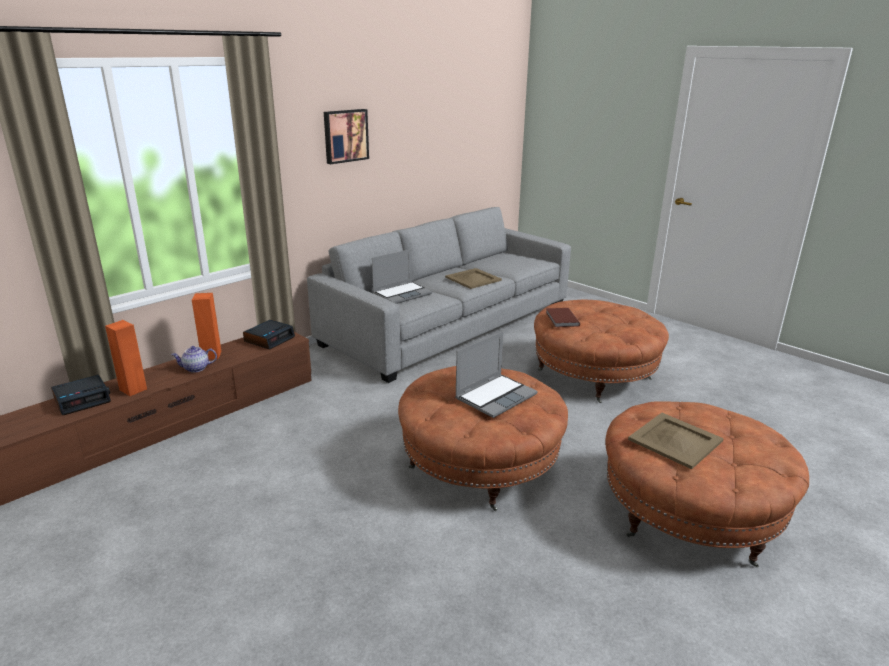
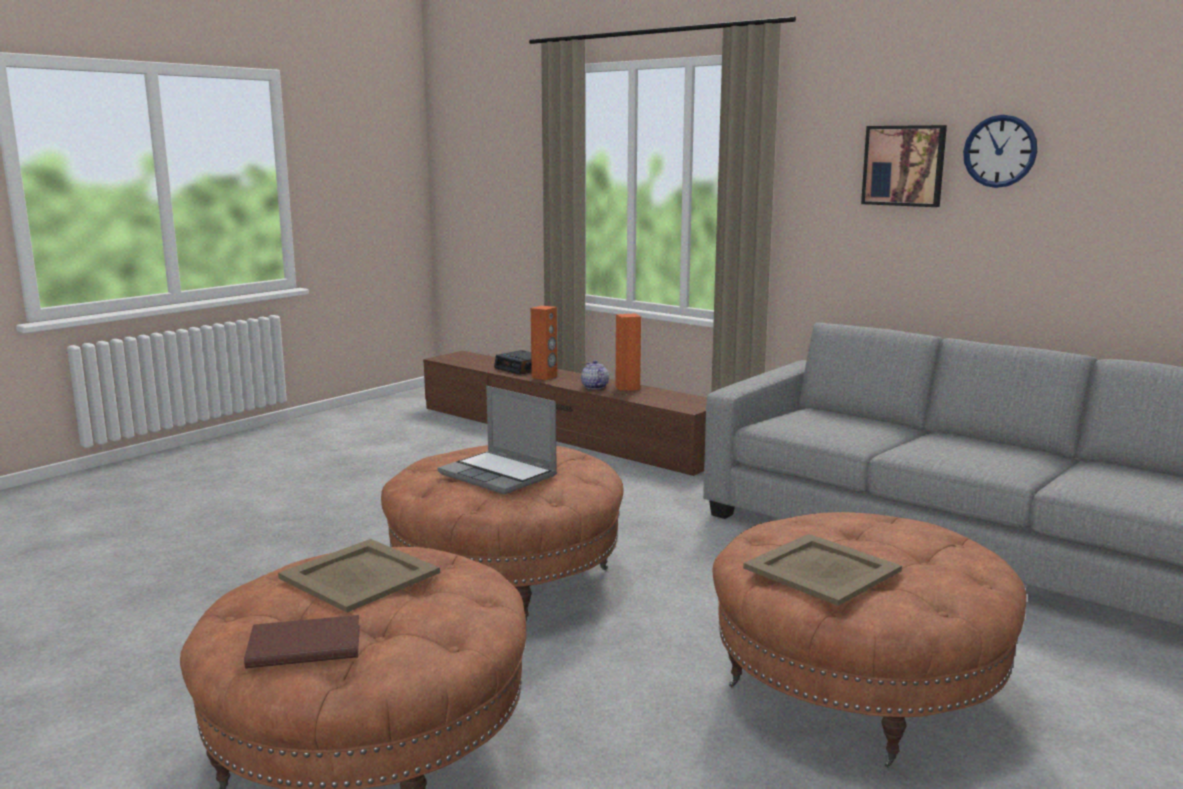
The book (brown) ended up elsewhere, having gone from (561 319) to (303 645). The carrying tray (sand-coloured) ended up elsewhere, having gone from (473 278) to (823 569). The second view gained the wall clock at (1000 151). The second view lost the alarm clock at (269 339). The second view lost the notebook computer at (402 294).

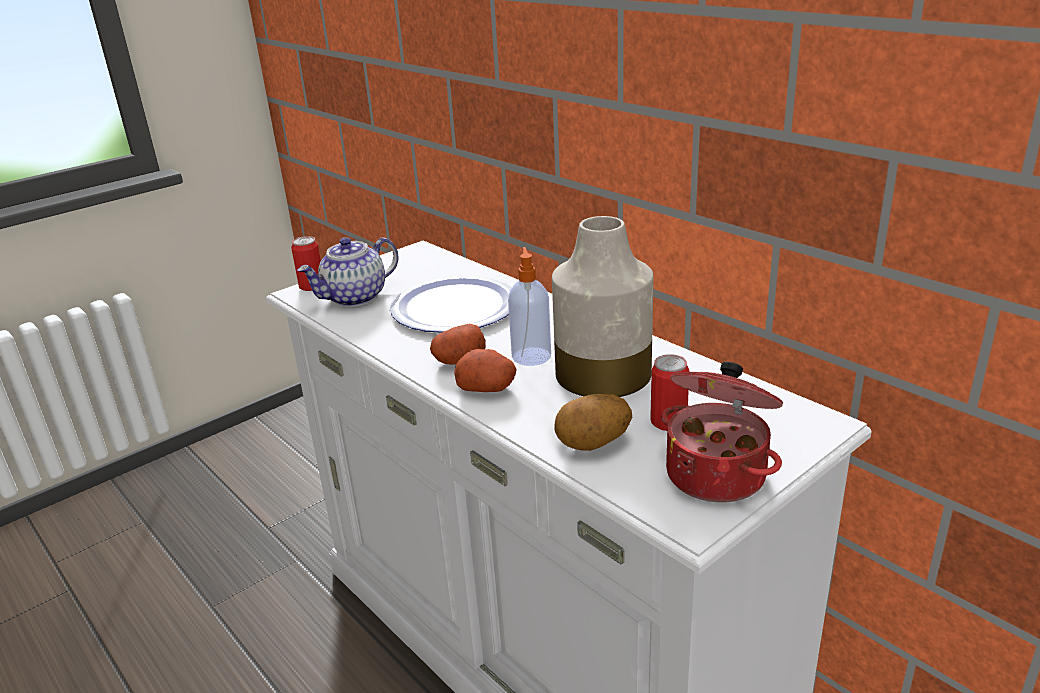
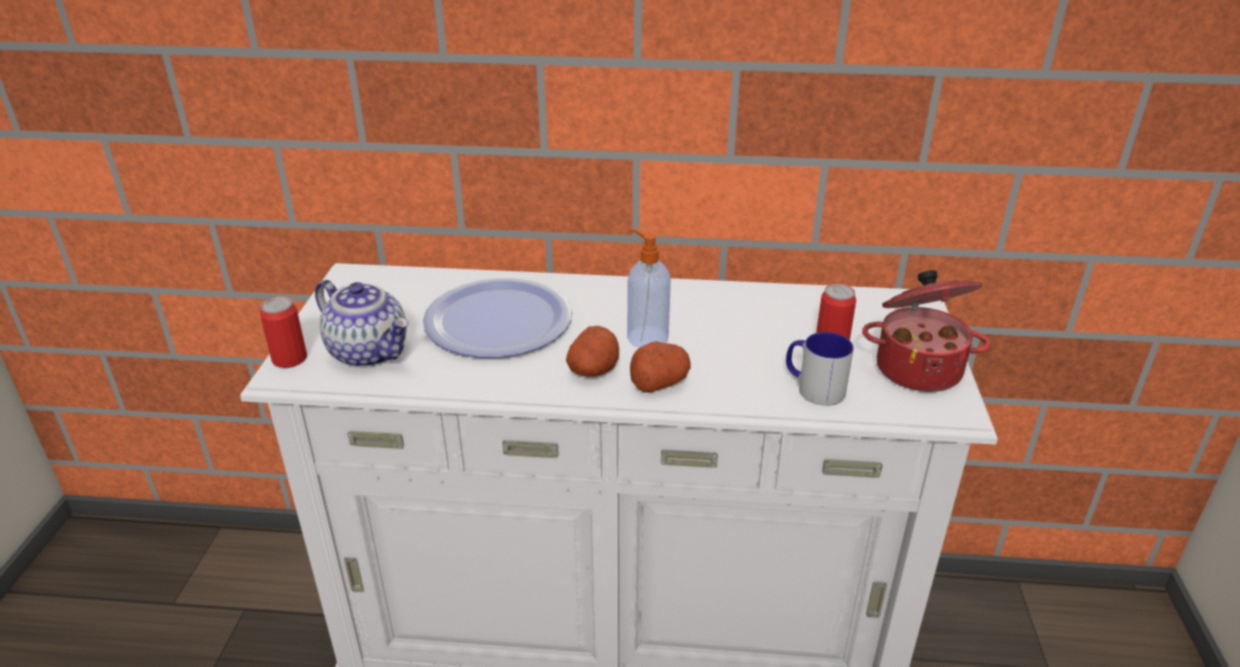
The teapot at (355 298) ended up facing another way, 60 degrees counterclockwise from before. Where the spud stood at (593 444), the tea mug came to stand at (813 388). The second view lost the vase (sand-coloured) at (604 372).

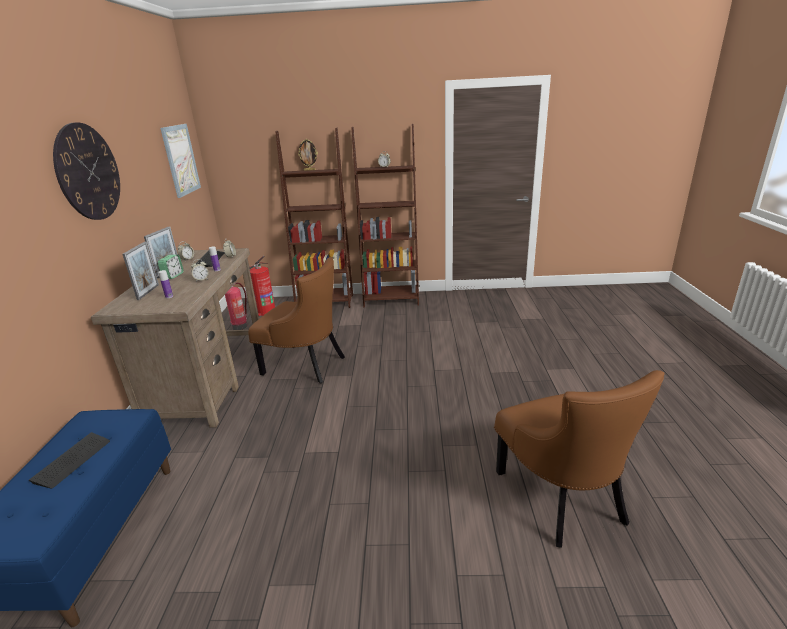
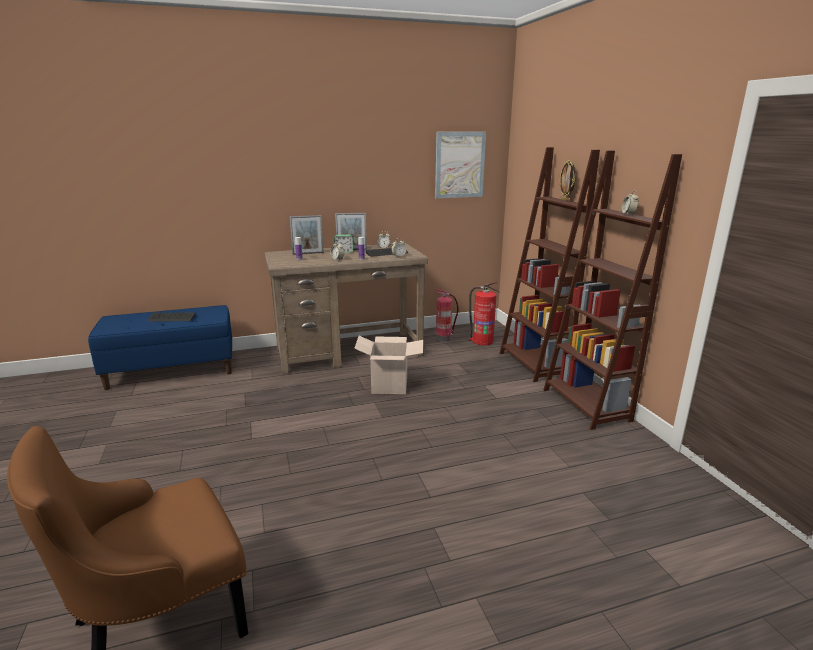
Where the chair (brown) stood at (303 365), the cardboard box came to stand at (389 386). The second view lost the wall clock at (88 172).

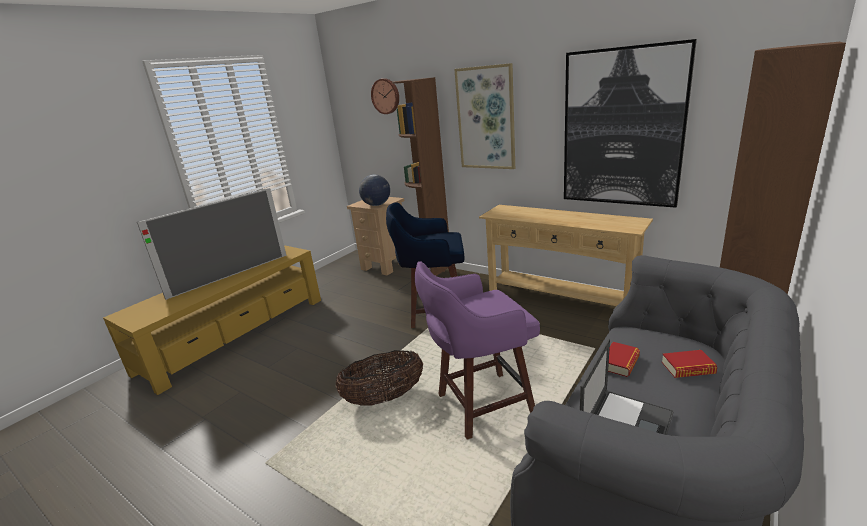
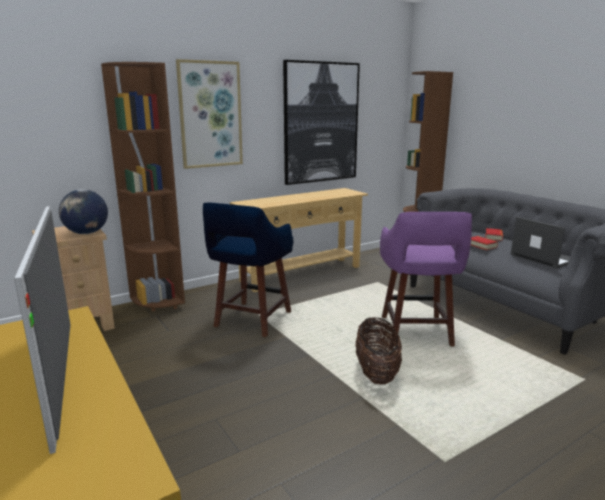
The second view lost the wall clock at (386 96).

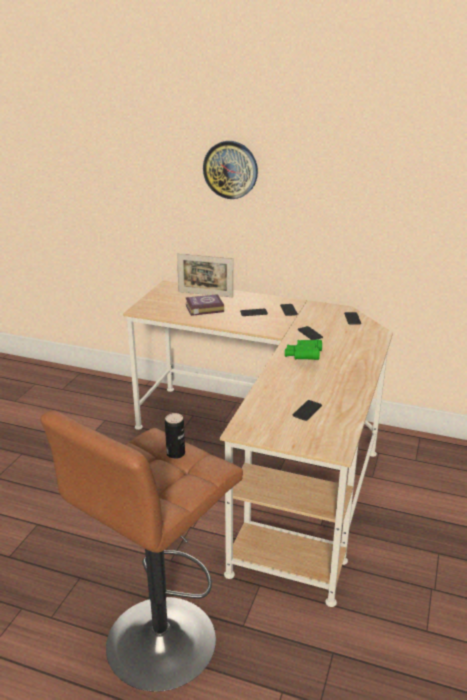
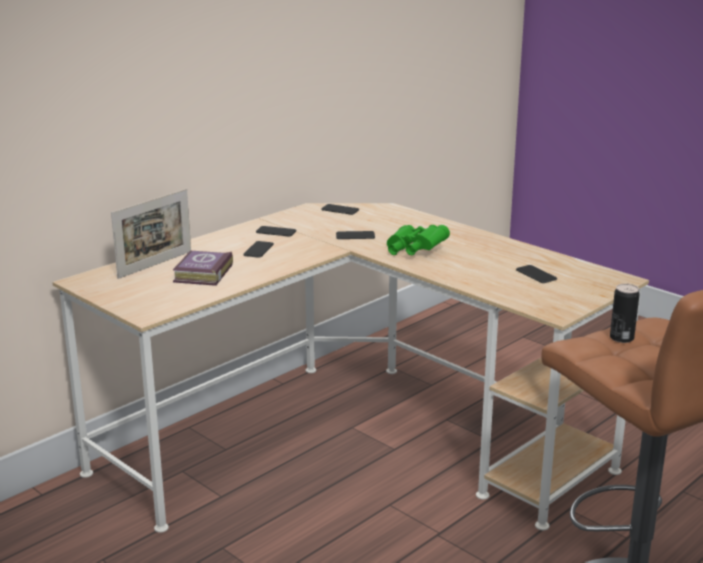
The second view lost the wall clock at (230 169).

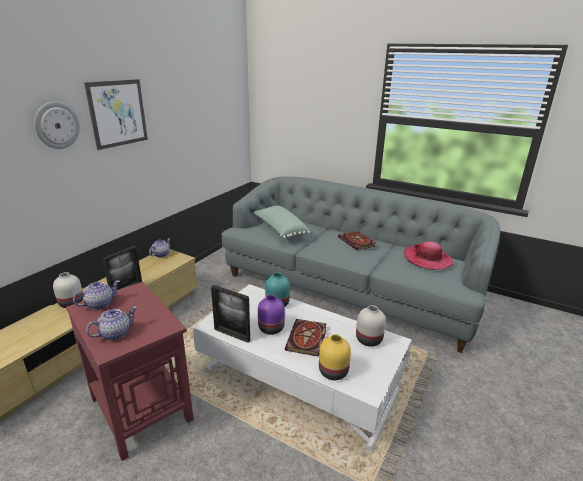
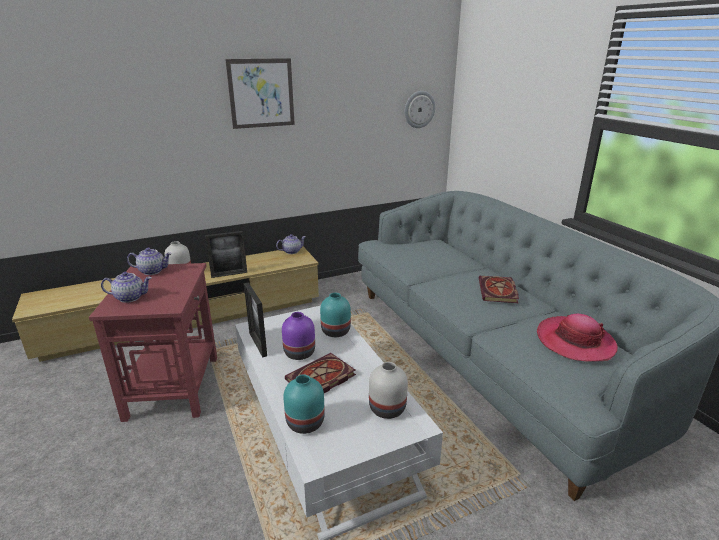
What was the vase (yellow-coloured) at (332 371) turned into the vase (turquoise) at (305 422). The wall clock ended up elsewhere, having gone from (57 125) to (419 109). The second view lost the throw pillow (greenish) at (280 230).

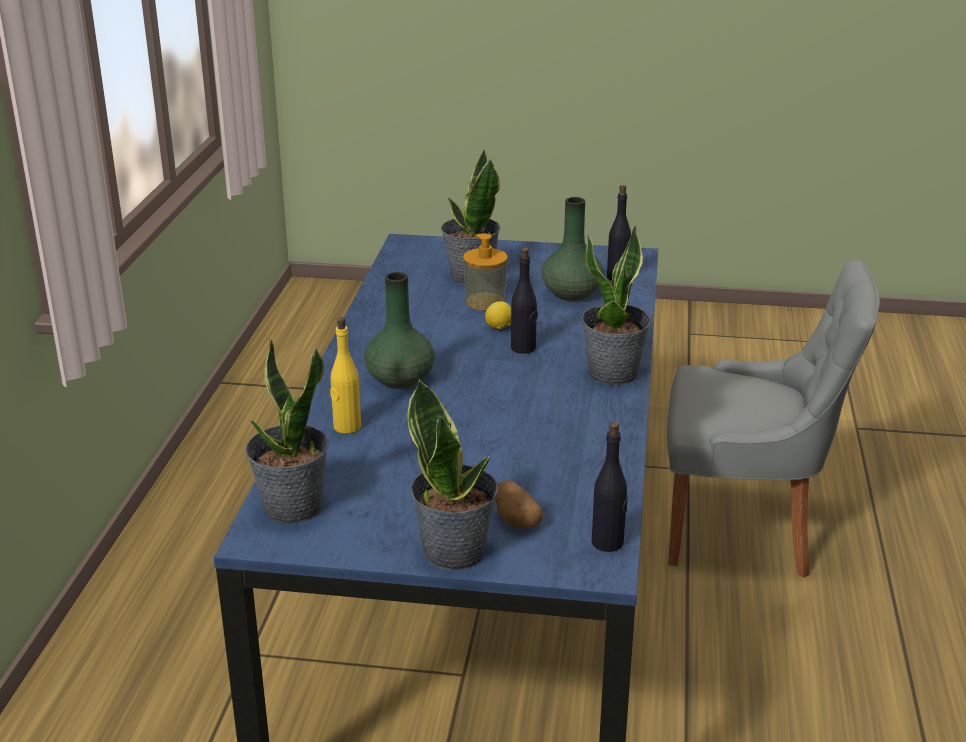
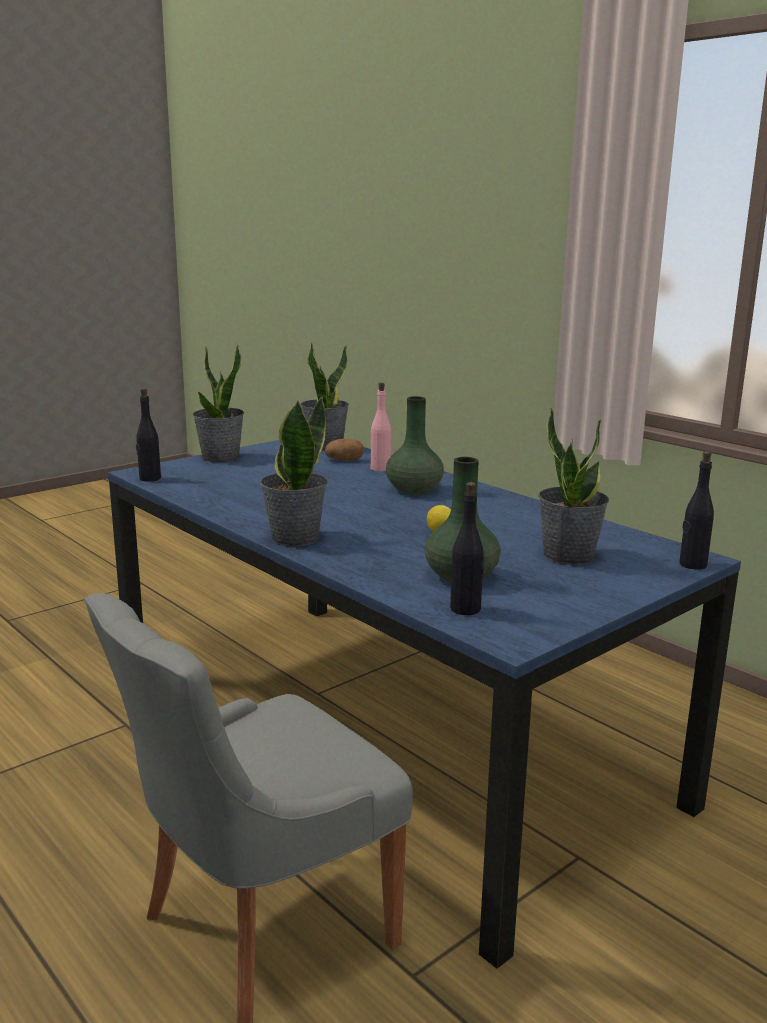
The spud ended up elsewhere, having gone from (515 519) to (344 460). What was the beverage bottle (yellow-coloured) at (346 427) turned into the beverage bottle (pink) at (380 468). The beverage bottle (black) ended up elsewhere, having gone from (523 348) to (692 564). The second view lost the liquid soap bottle at (485 301).

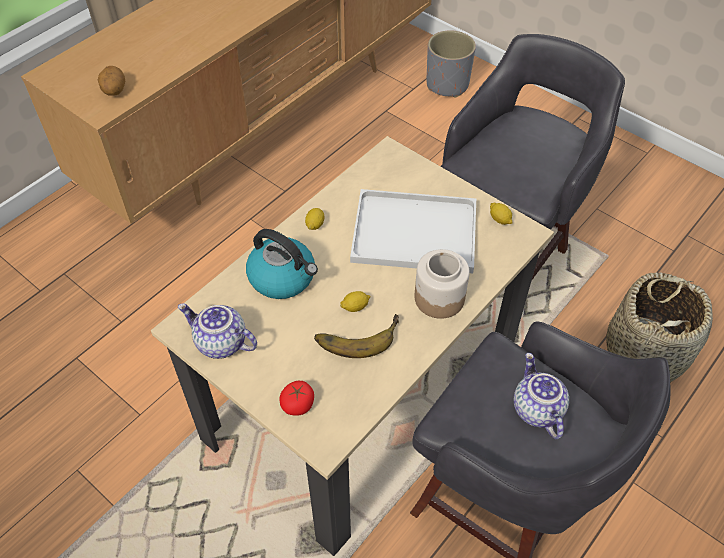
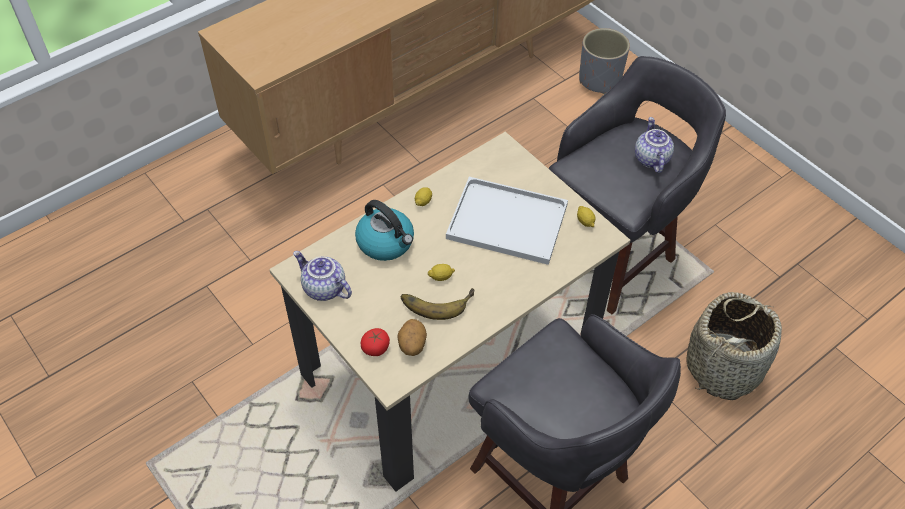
The spud ended up elsewhere, having gone from (114 91) to (412 345). The teapot ended up elsewhere, having gone from (535 409) to (650 158). The second view lost the preserve jar at (439 297).

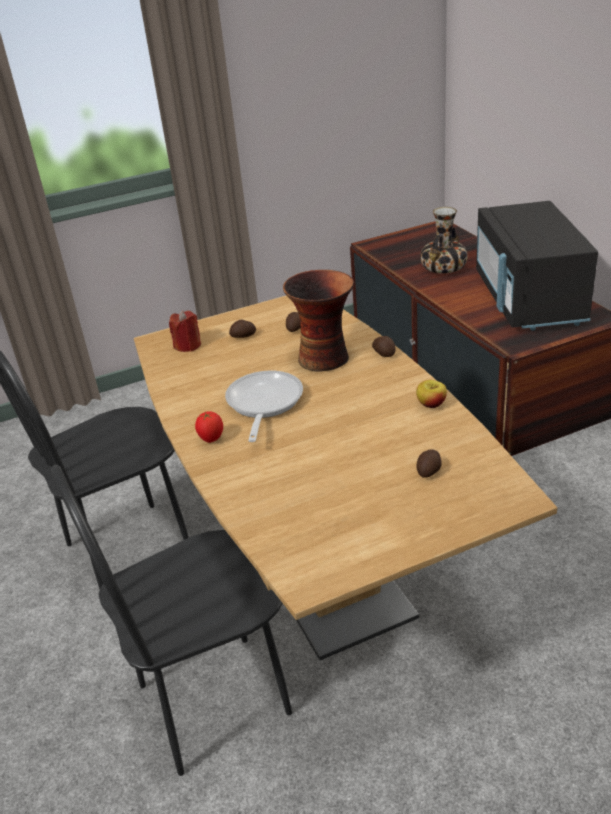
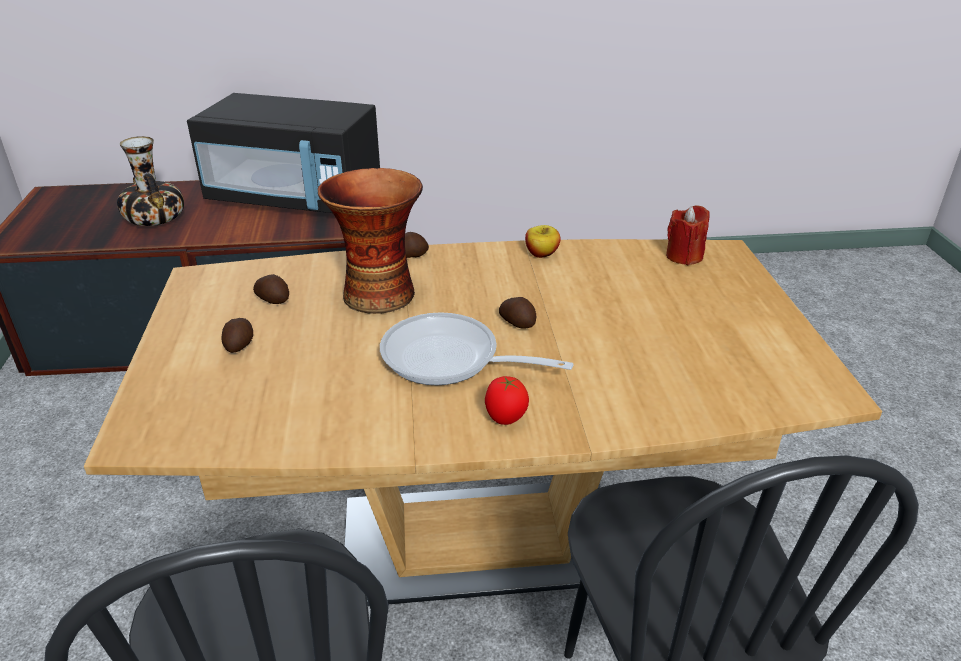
The spud ended up elsewhere, having gone from (429 470) to (518 322). The wax candle (red-coloured) ended up elsewhere, having gone from (188 345) to (684 256).

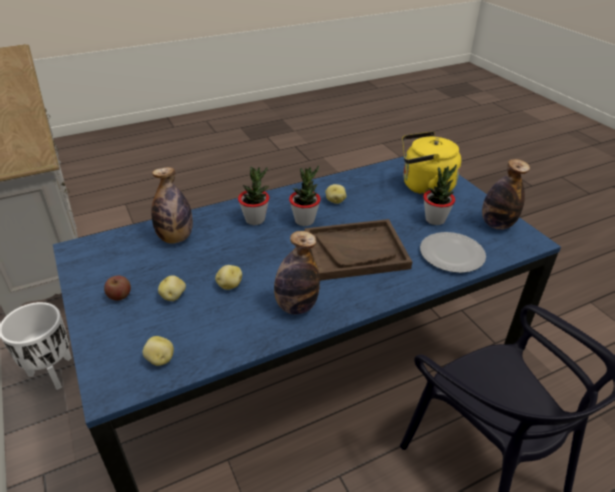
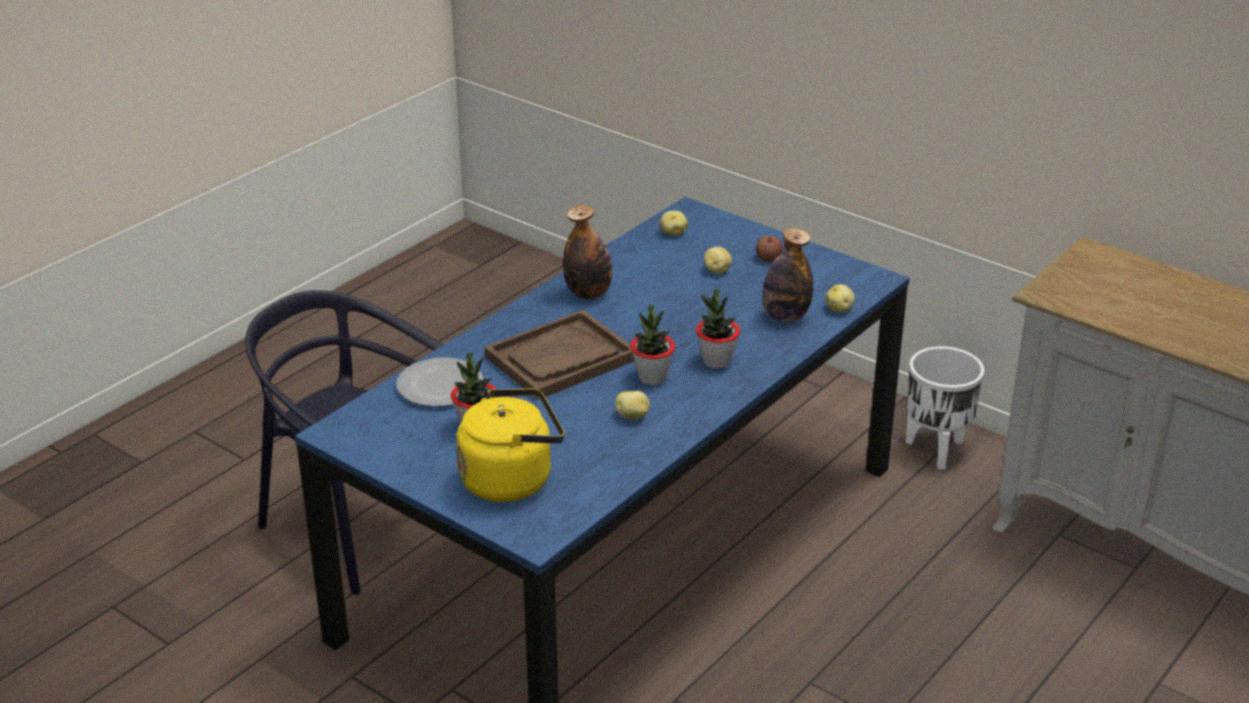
The spud ended up elsewhere, having gone from (229 285) to (839 309). The second view lost the beverage bottle at (496 224).

